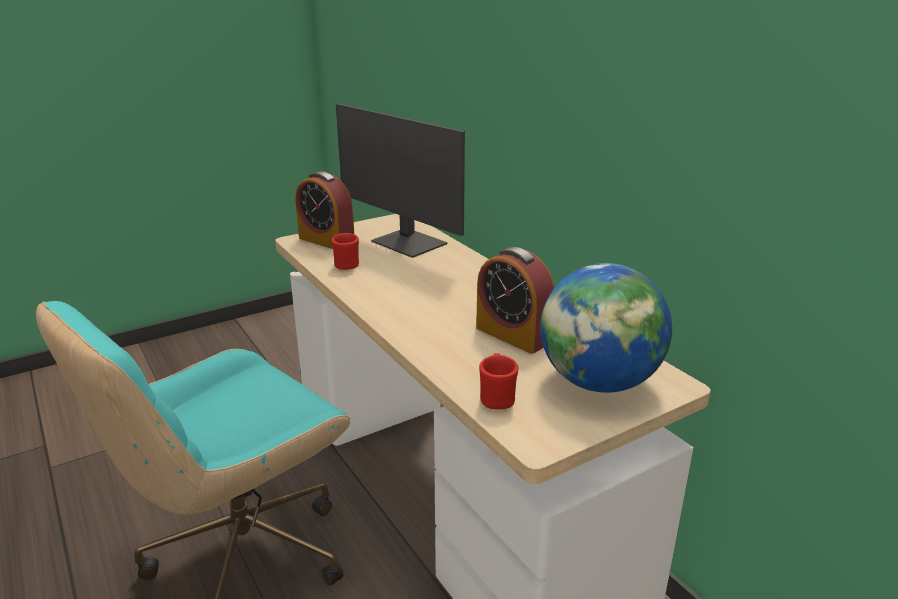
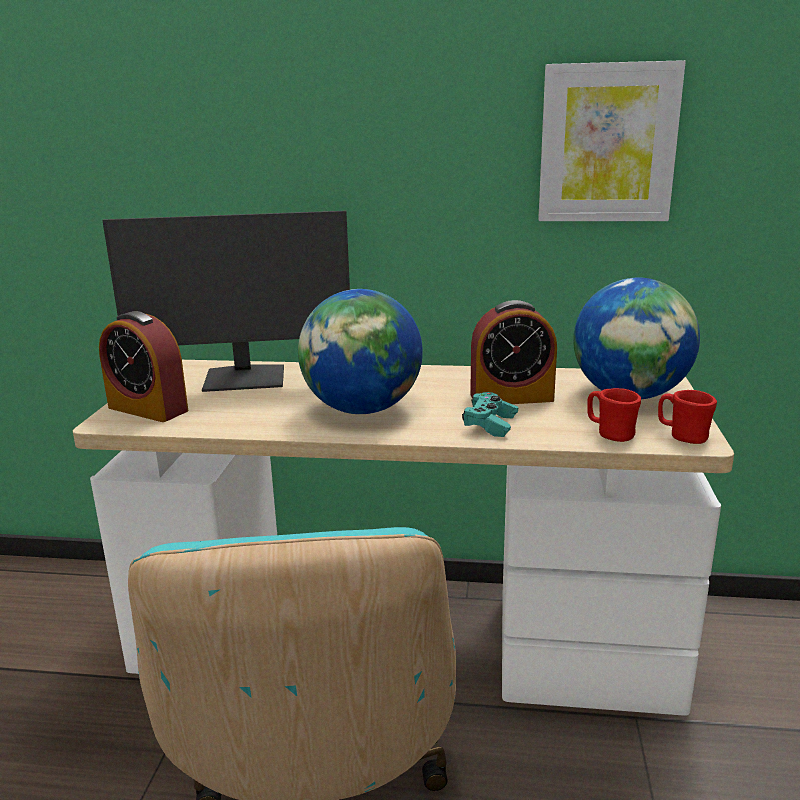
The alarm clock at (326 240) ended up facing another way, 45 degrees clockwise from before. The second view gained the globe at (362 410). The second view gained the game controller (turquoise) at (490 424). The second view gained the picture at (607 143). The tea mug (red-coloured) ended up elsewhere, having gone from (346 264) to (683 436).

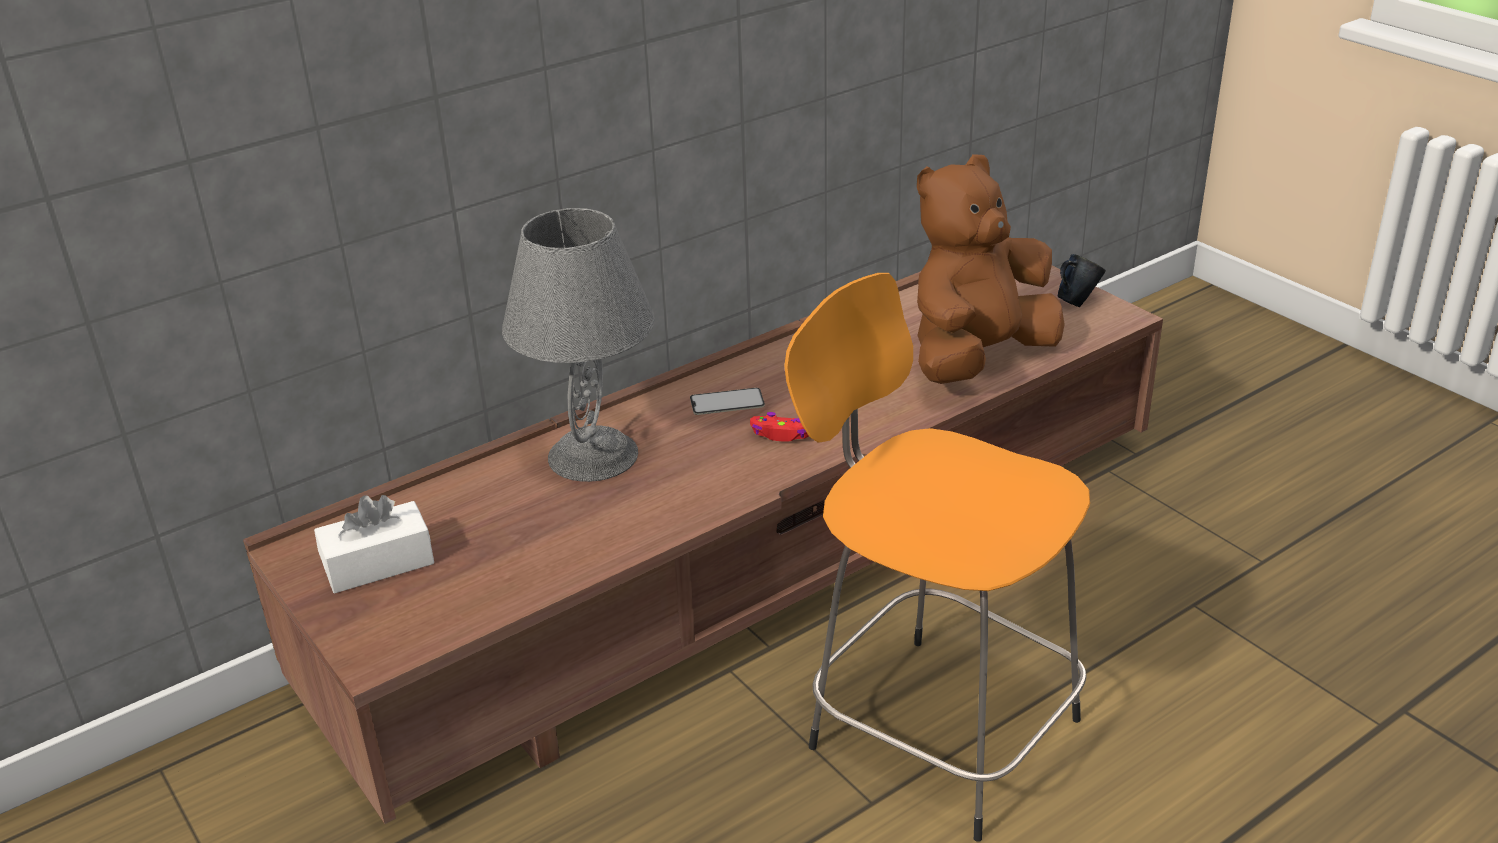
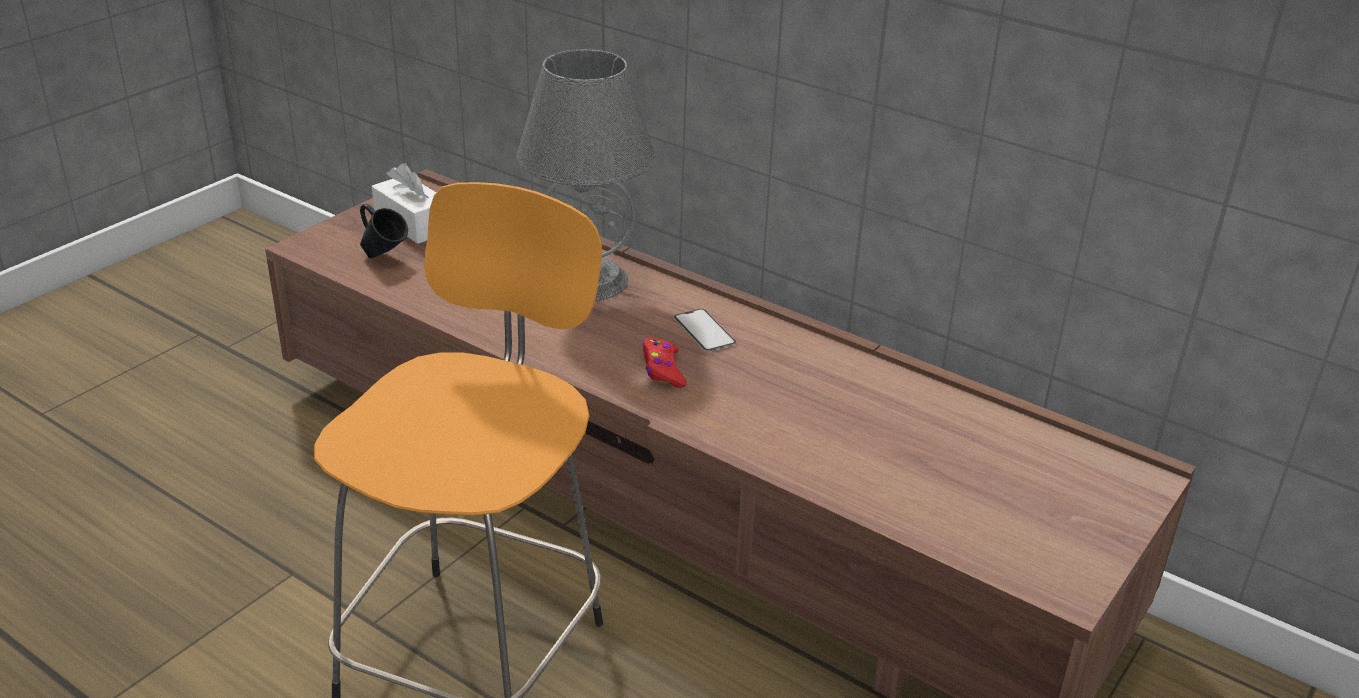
The tea mug (blue) ended up elsewhere, having gone from (1076 302) to (384 257). The second view lost the soft toy (brown) at (977 359).

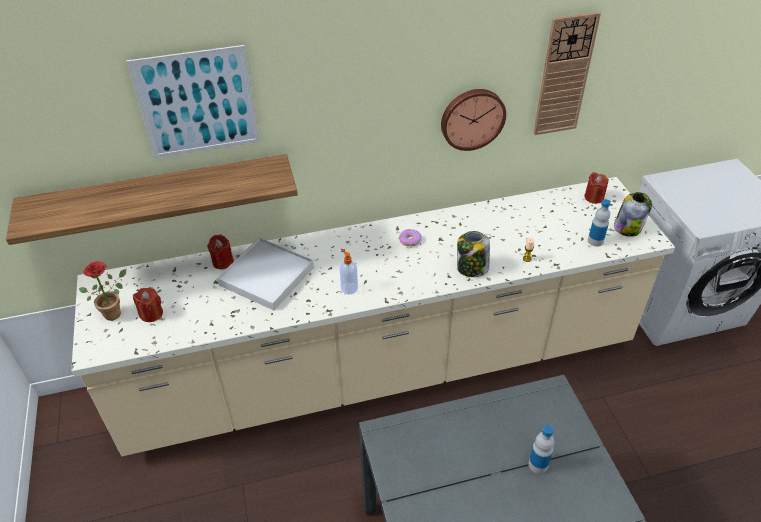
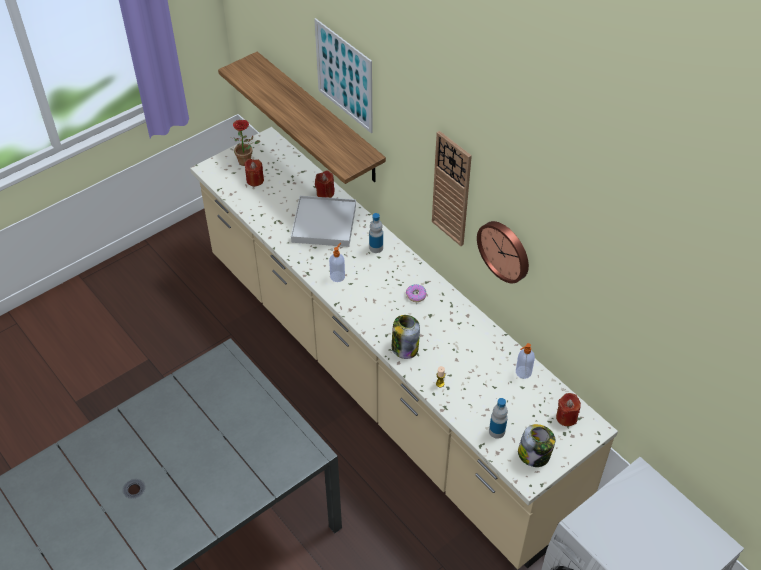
The beverage bottle ended up elsewhere, having gone from (538 464) to (376 248). The wall clock ended up elsewhere, having gone from (564 75) to (452 189). The second view gained the liquid soap bottle at (523 372).

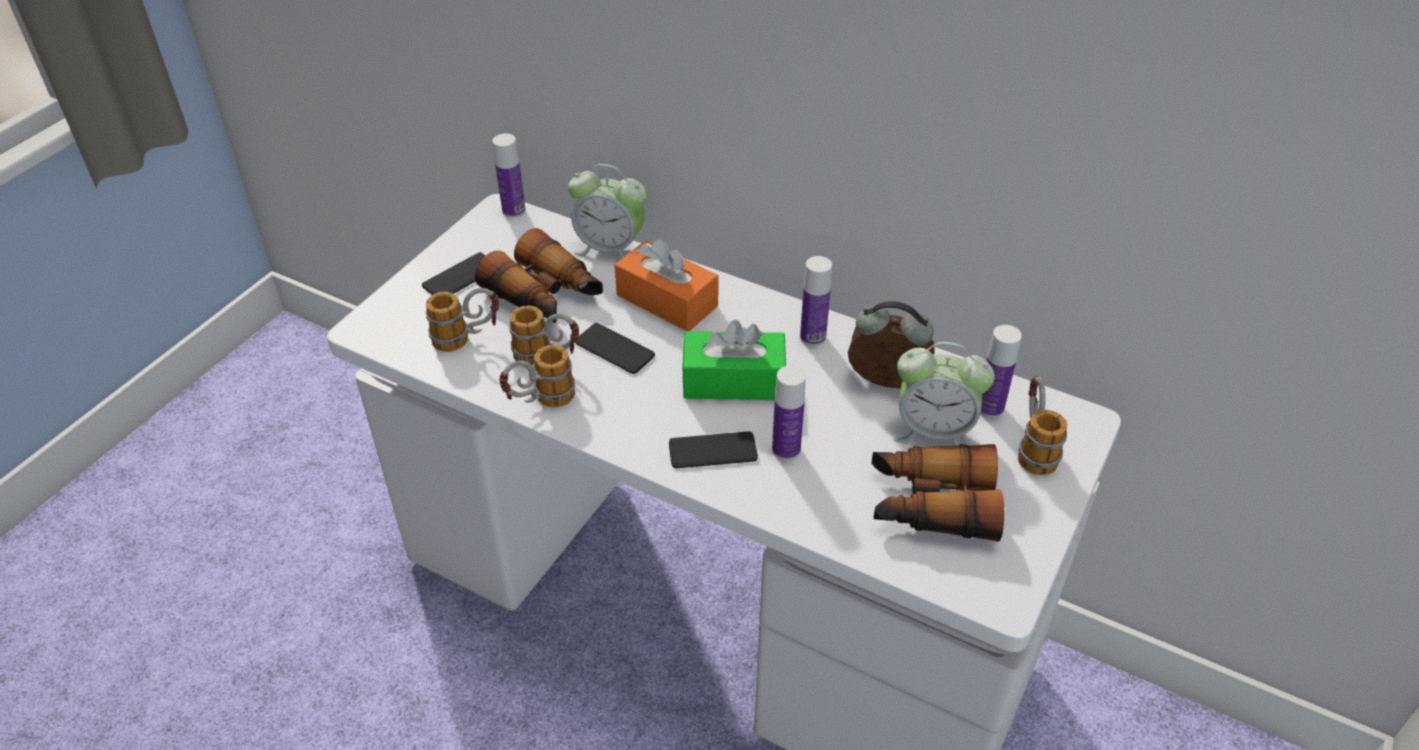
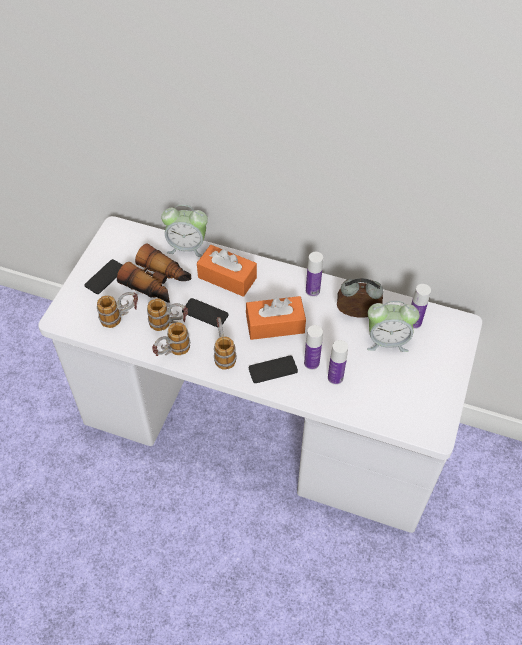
The tea mug ended up elsewhere, having gone from (1033 446) to (223 352). What was the tissue box (greenish) at (733 381) turned into the tissue box (orangey) at (275 325). The beverage bottle ended up elsewhere, having gone from (514 211) to (335 378). The second view lost the binoculars at (931 504).

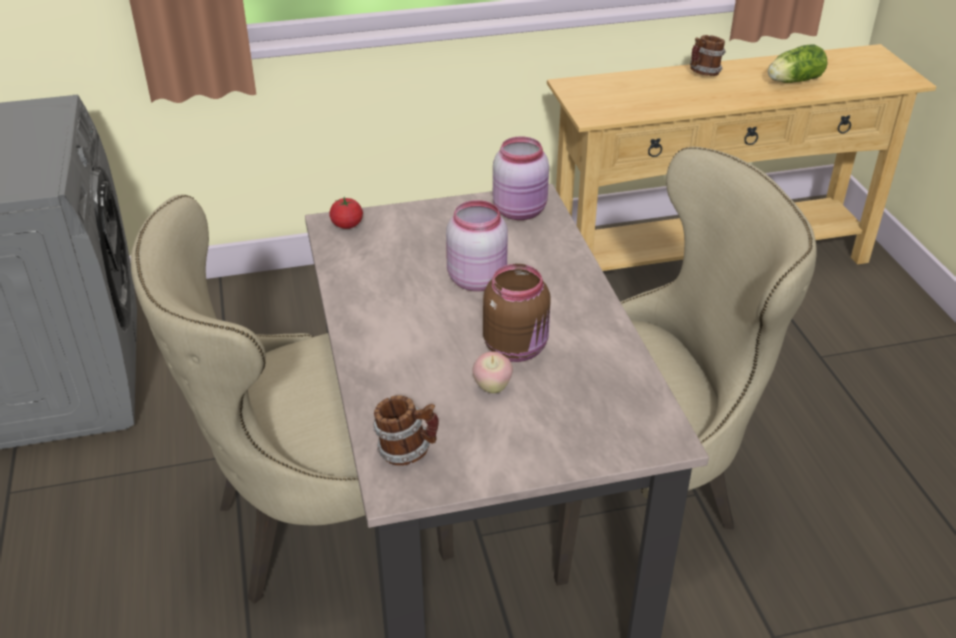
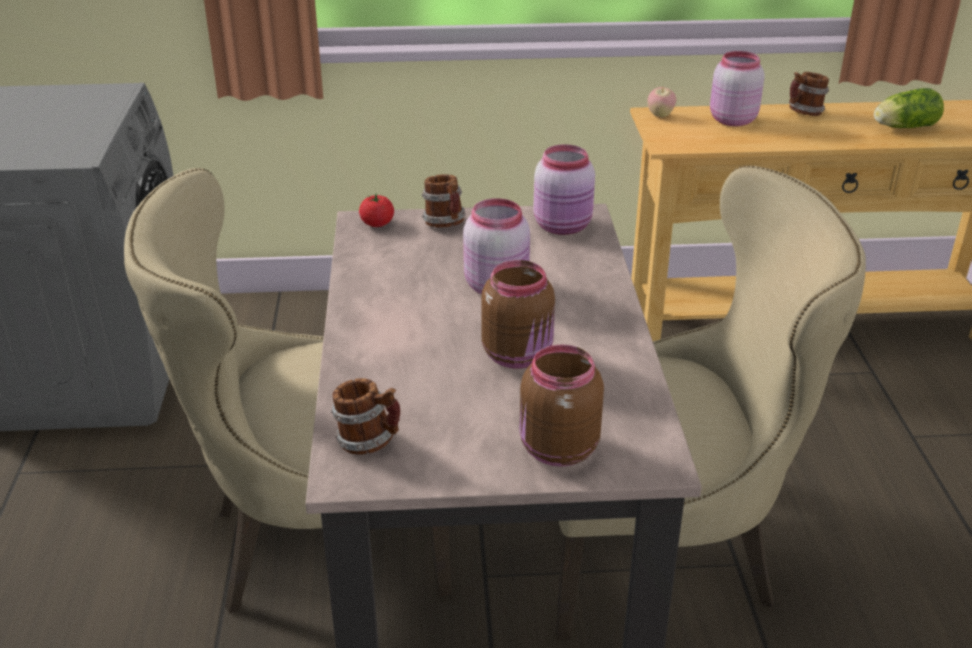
The second view gained the tea mug at (446 224). The second view gained the preserve jar (brown) at (556 449). The whole apple ended up elsewhere, having gone from (492 387) to (660 115). The second view gained the preserve jar (pink) at (731 120).

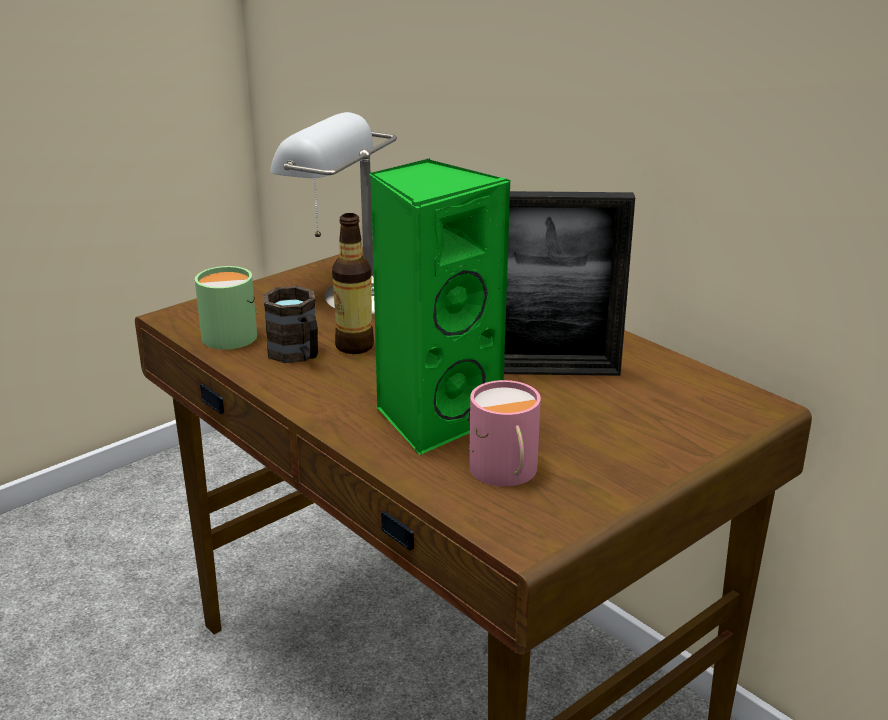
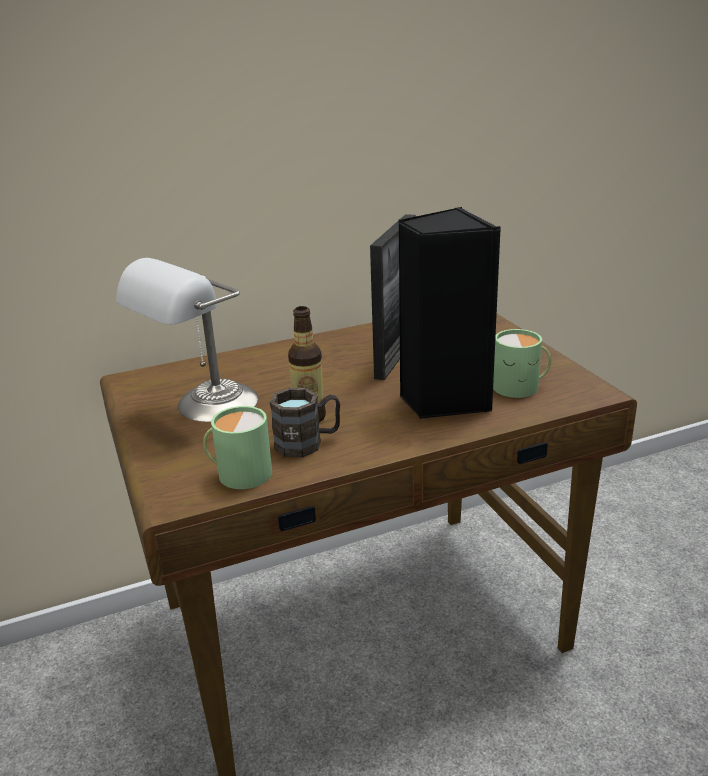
What was the speaker (greenish) at (434 418) turned into the speaker (black) at (442 400). What was the tea mug (pink) at (505 472) turned into the tea mug (greenish) at (520 387).

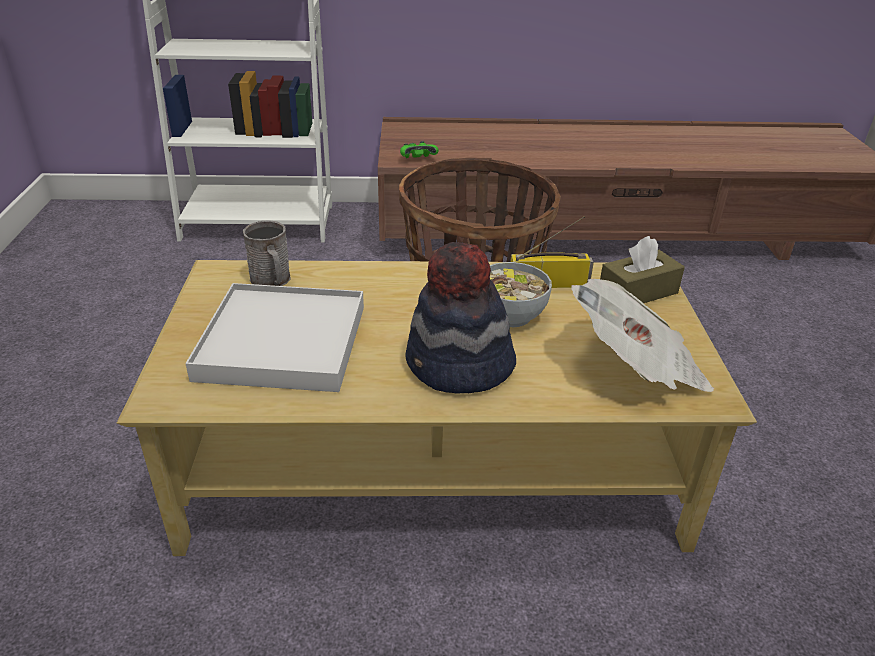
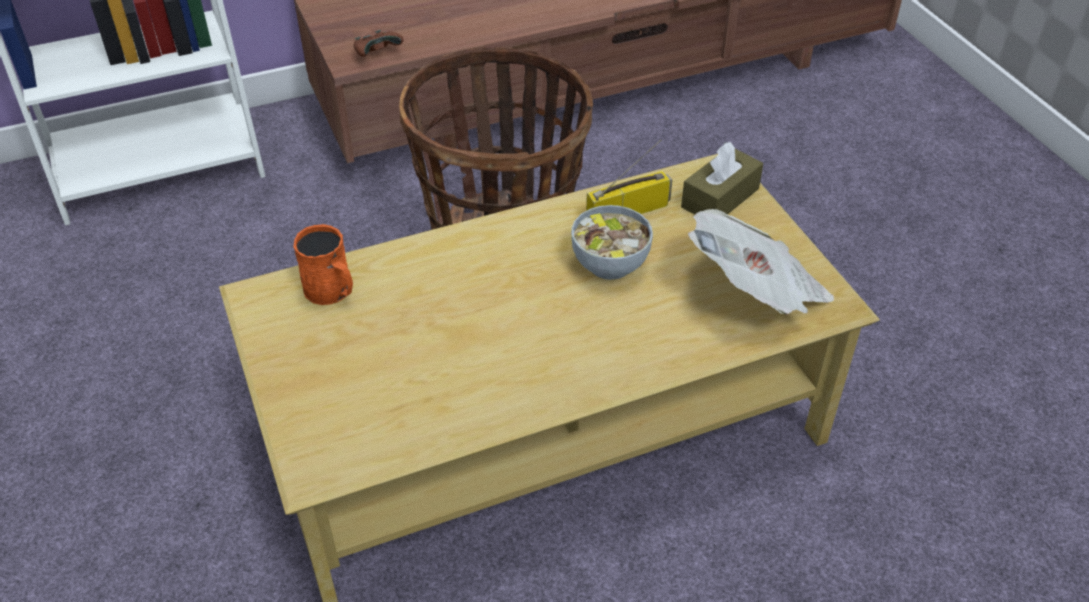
What was the tea mug (gray) at (272 281) turned into the tea mug (orangey) at (332 291). What was the game controller (greenish) at (418 160) turned into the game controller (brown) at (377 54). The second view lost the carrying tray (white-coloured) at (283 343). The second view lost the clothing hat at (459 367).

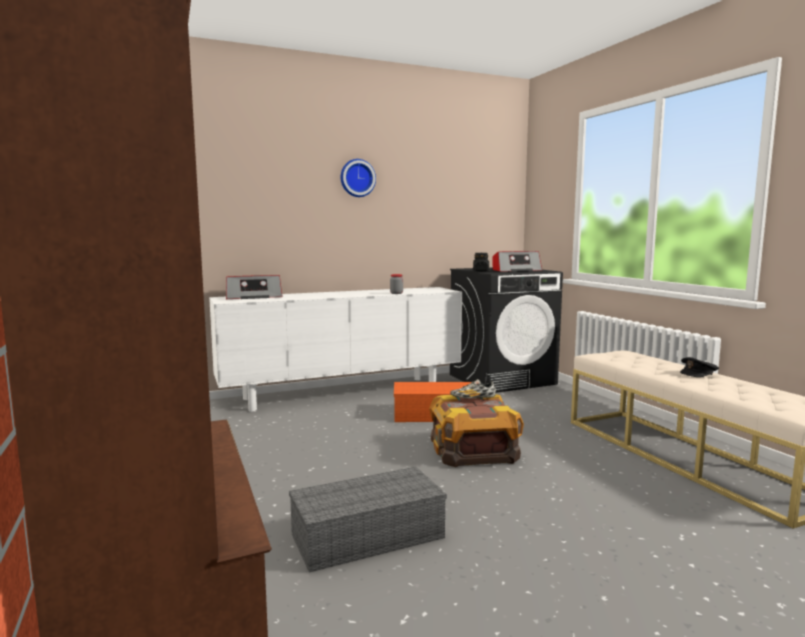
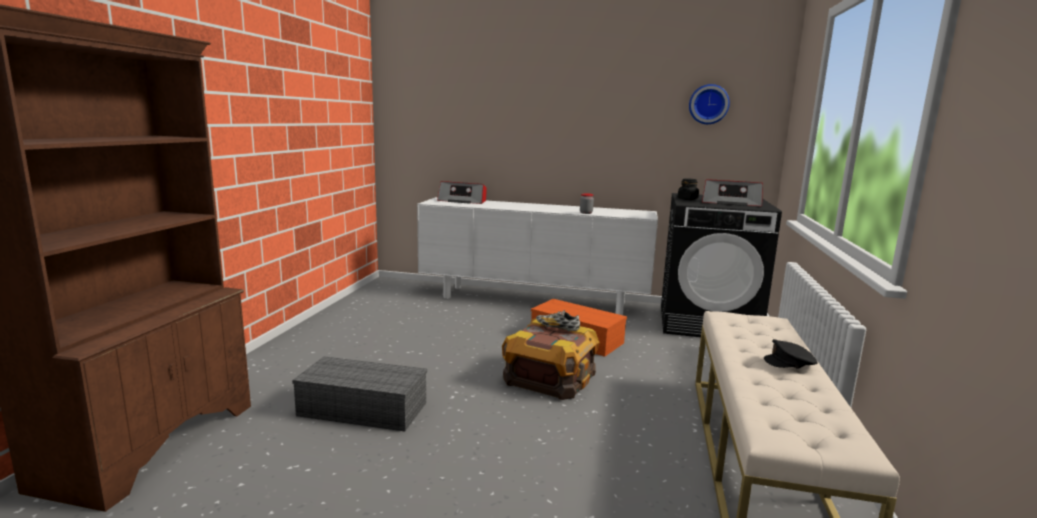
The wall clock ended up elsewhere, having gone from (357 178) to (708 104).

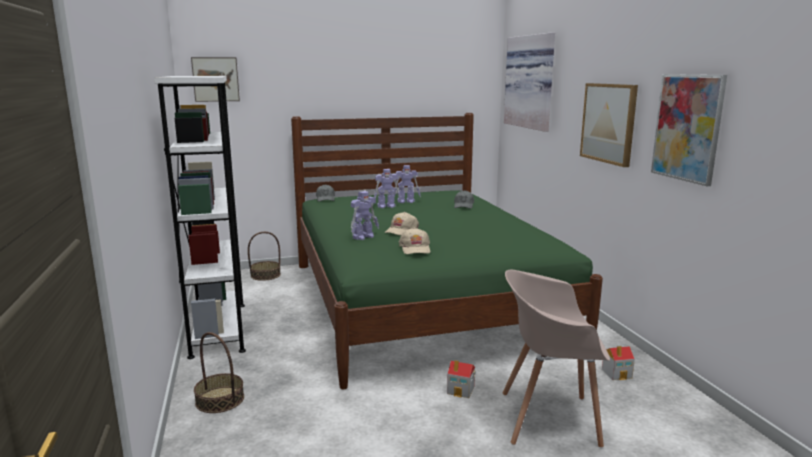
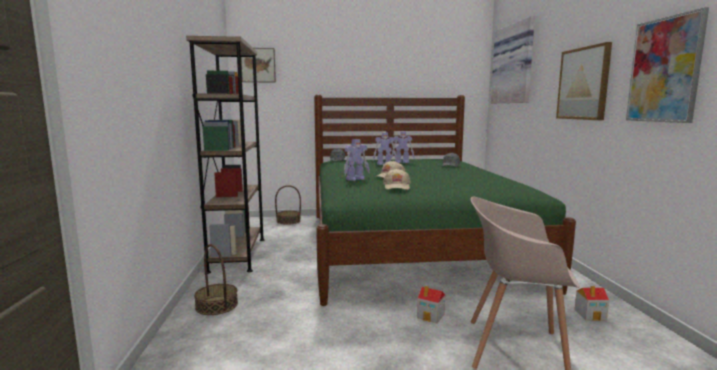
What was the bookshelf (white-coloured) at (218 329) turned into the bookshelf (brown) at (237 254).

